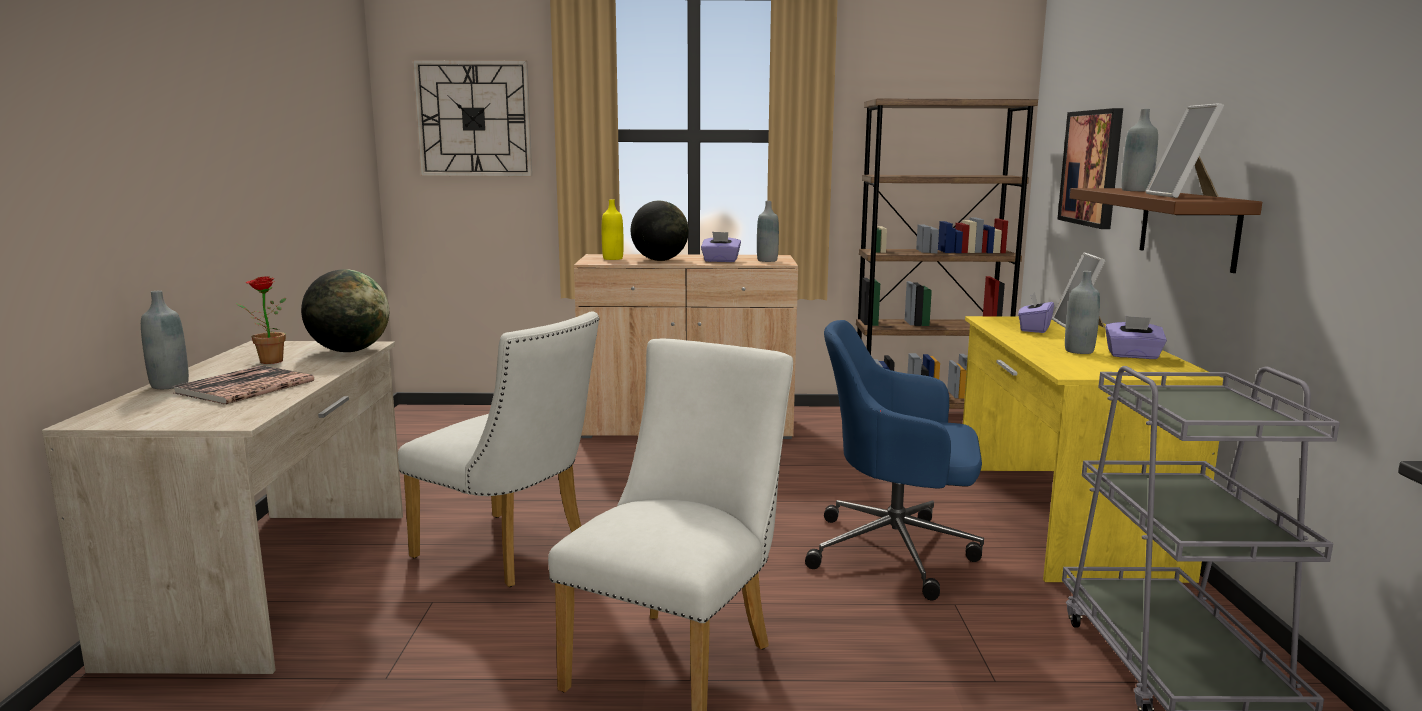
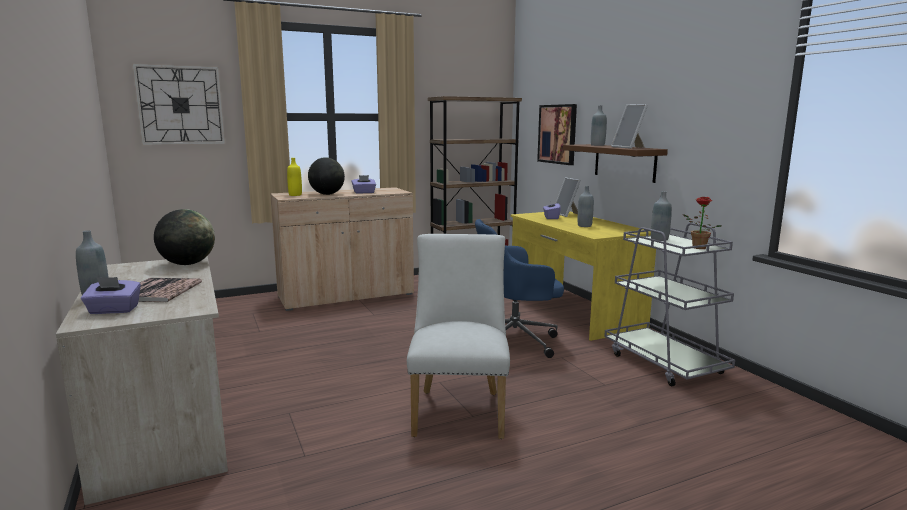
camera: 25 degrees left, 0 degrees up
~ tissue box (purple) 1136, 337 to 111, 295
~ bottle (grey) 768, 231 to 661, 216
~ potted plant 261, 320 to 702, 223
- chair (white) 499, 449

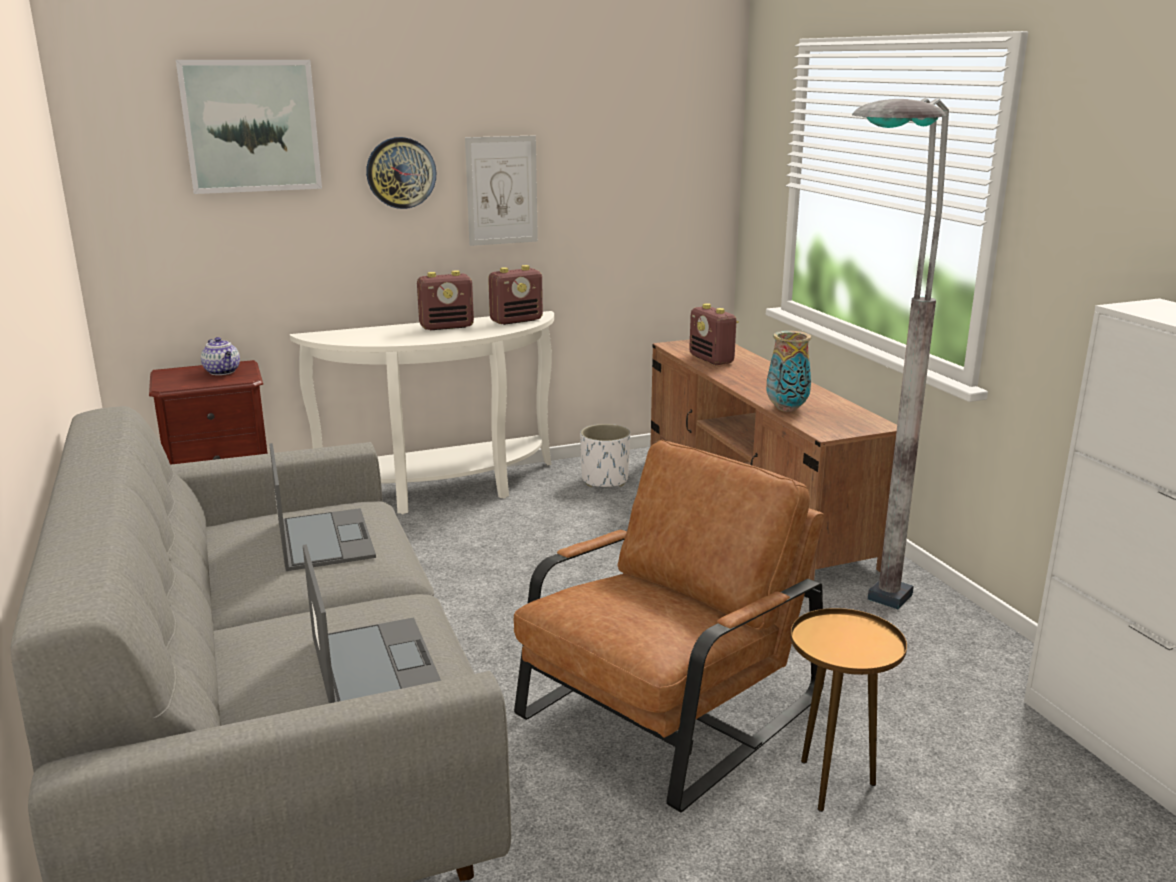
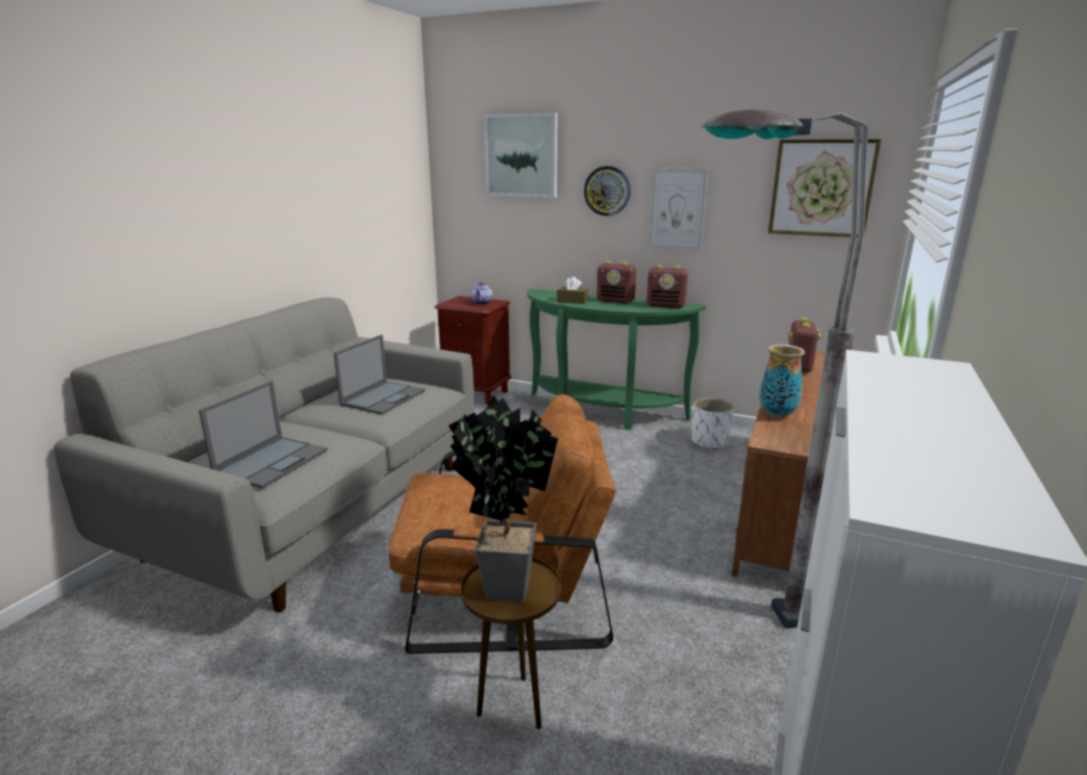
camera: 45 degrees right, 0 degrees up
+ potted plant 503, 498
~ console table (white) 422, 412 to console table (green) 616, 359
+ tissue box (brown) 572, 290
+ picture 824, 188

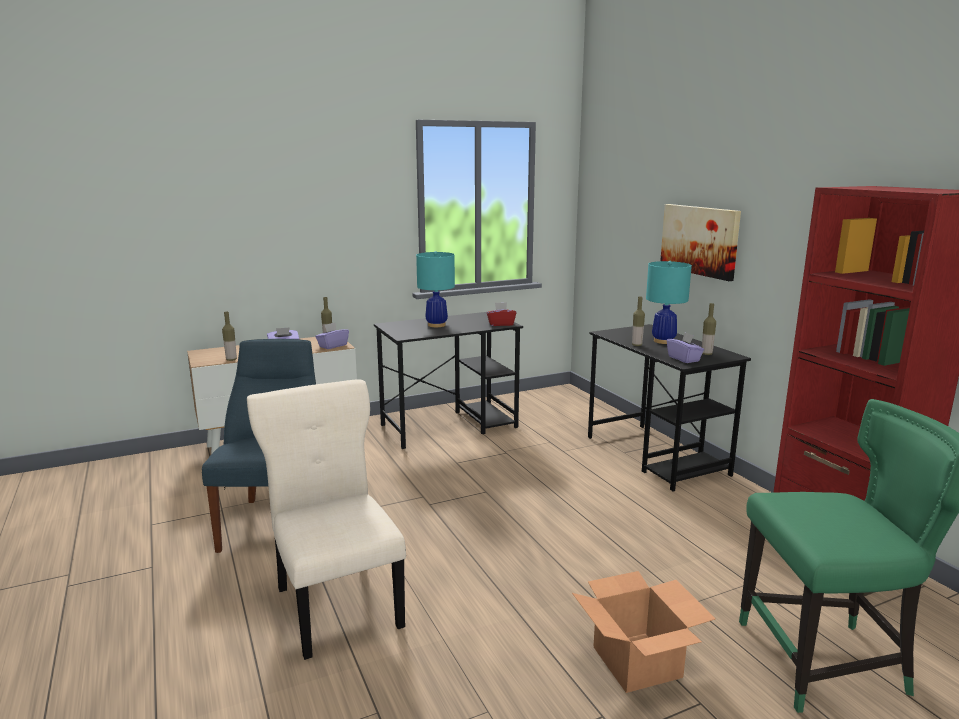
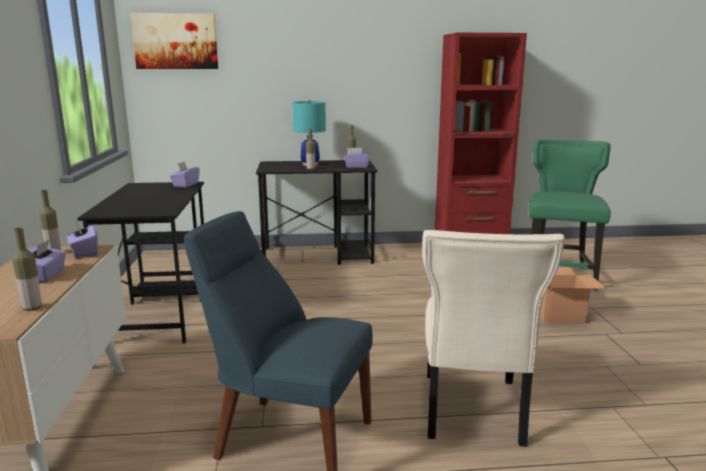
camera: 70 degrees left, 0 degrees up
~ picture 700, 242 to 174, 41
~ tissue box (red) 501, 314 to tissue box (purple) 185, 174
~ chair (beige) 326, 520 = 493, 338 75 degrees counterclockwise
- table lamp (turquoise) 435, 289

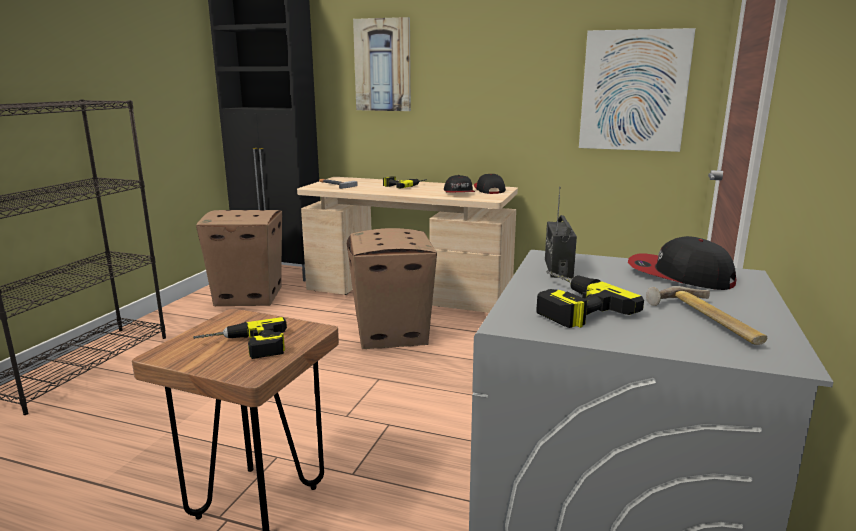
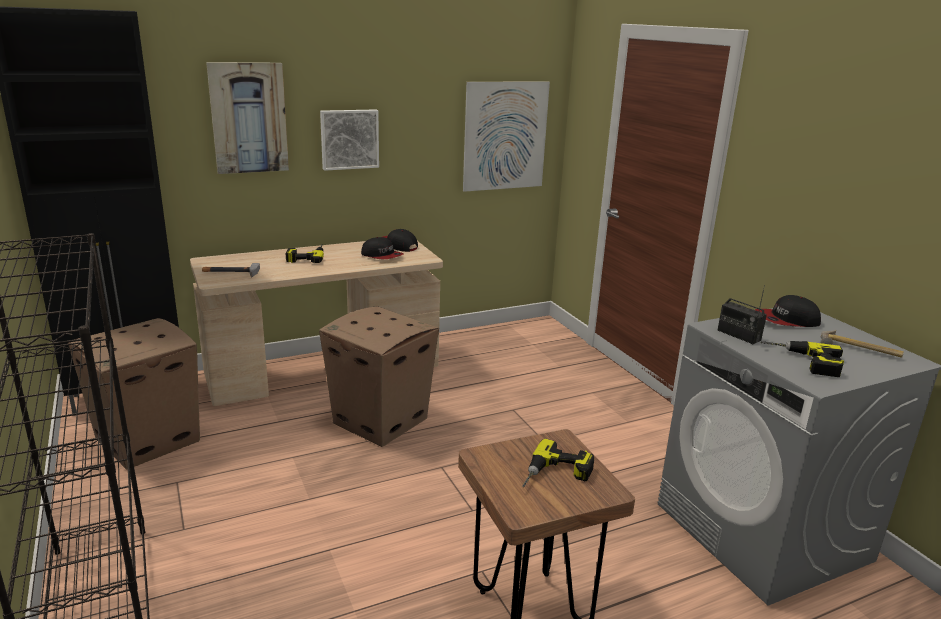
camera: 45 degrees left, 5 degrees up
+ picture 349, 140

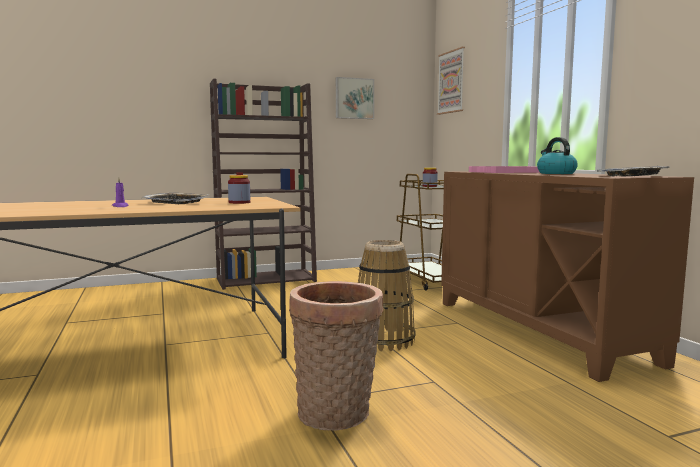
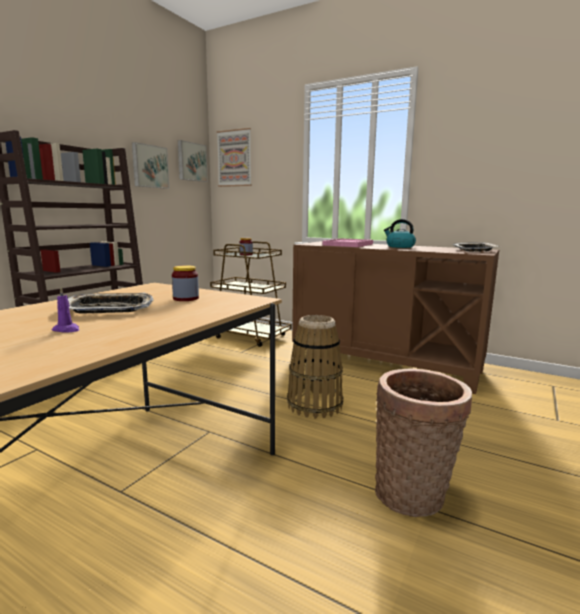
camera: 40 degrees left, 5 degrees up
+ picture 193, 161

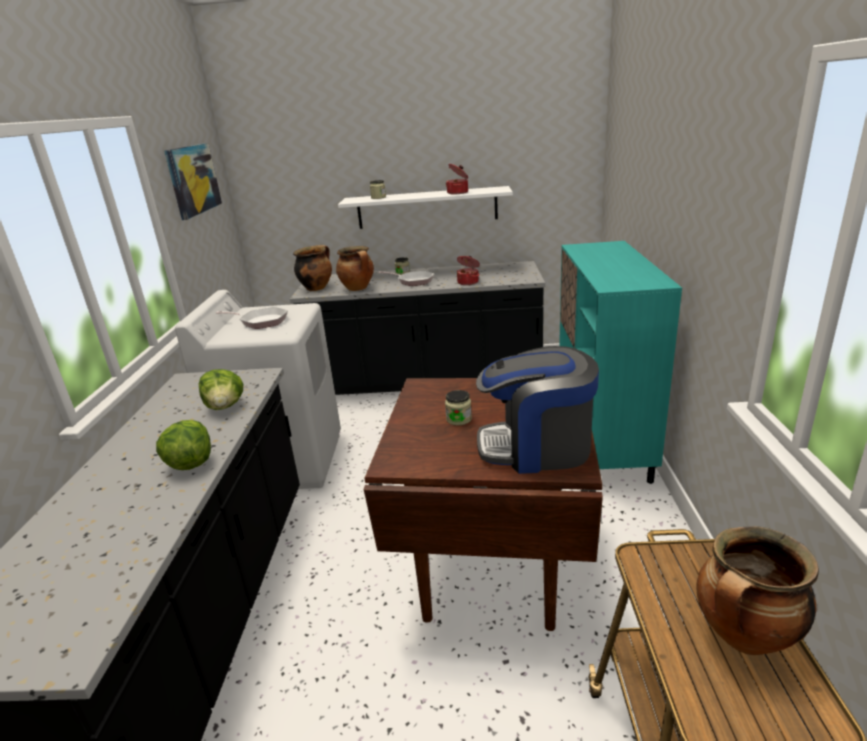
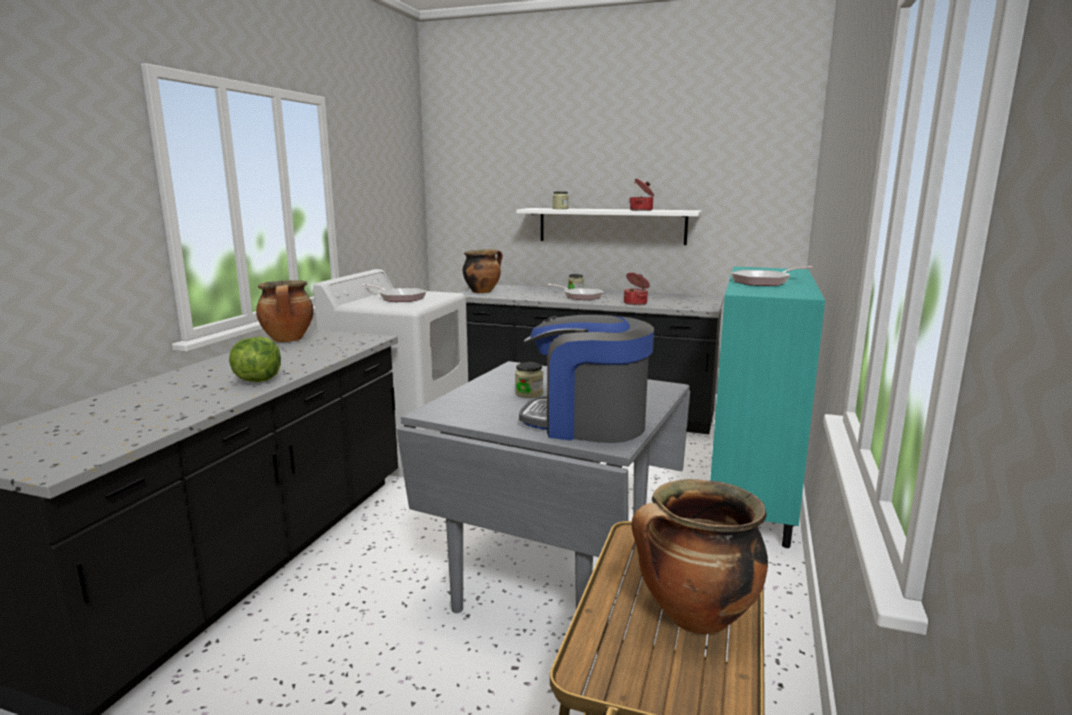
camera: 15 degrees right, 10 degrees down
~ cooking pot 355, 268 to 285, 311
~ dining table (brown) 483, 504 to dining table (grey) 543, 487
+ frying pan 772, 276
- picture 193, 181
- lettuce 221, 389

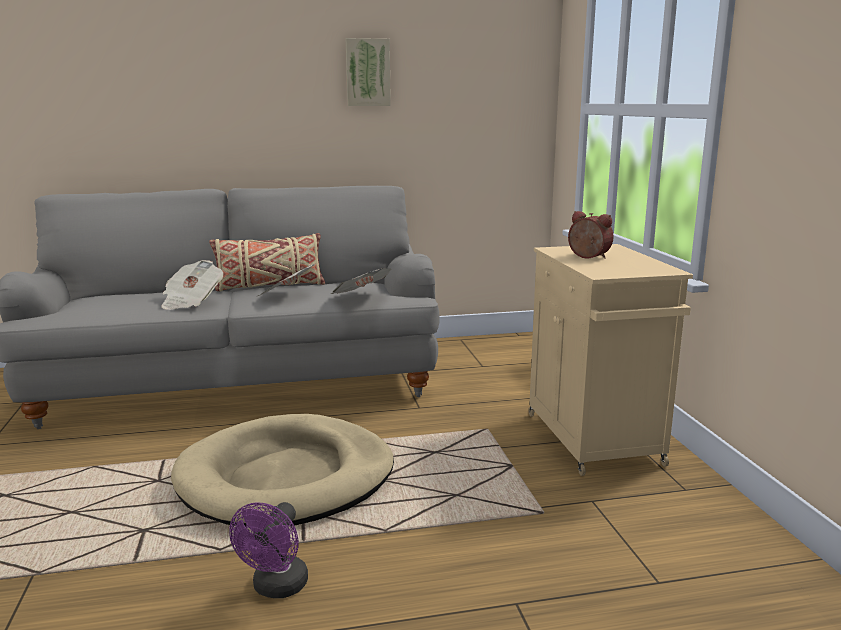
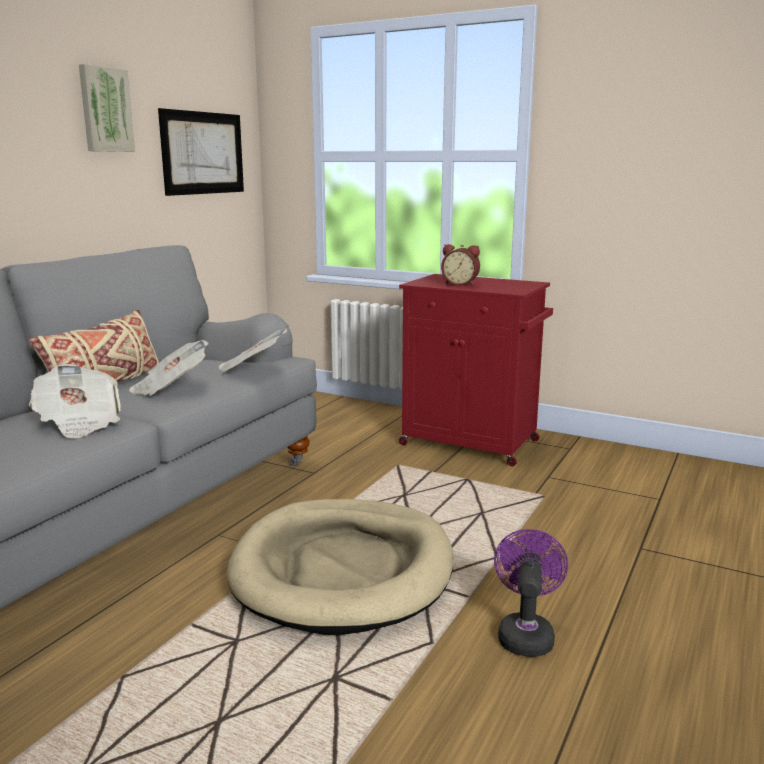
camera: 50 degrees left, 0 degrees up
+ picture 201, 152
~ cabinet (beige) 610, 360 to cabinet (red) 476, 370
~ alarm clock 591, 235 = 460, 265 150 degrees counterclockwise
~ fan (purple) 268, 550 = 531, 593 135 degrees counterclockwise

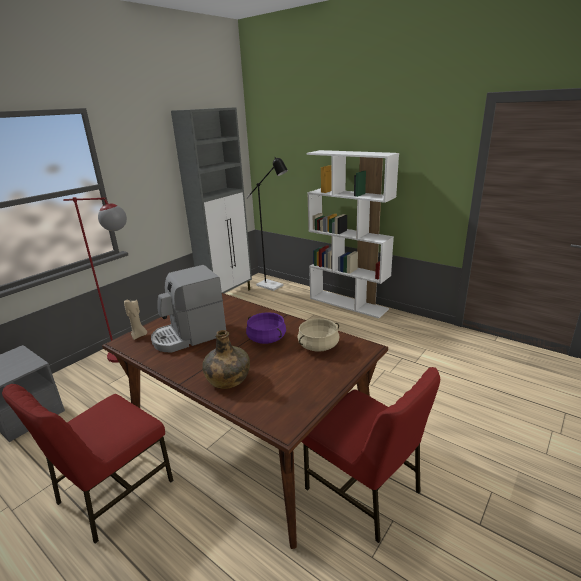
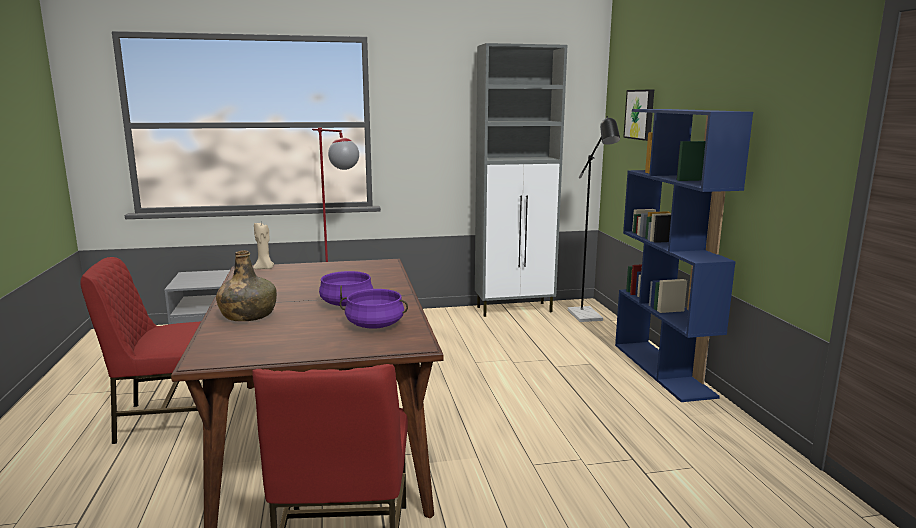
camera: 40 degrees right, 10 degrees down
~ cooking pot (beige) 318, 335 to cooking pot (purple) 374, 309
~ bookcase (white) 352, 234 to bookcase (blue) 684, 255
+ picture 638, 115
- coffee machine 188, 309

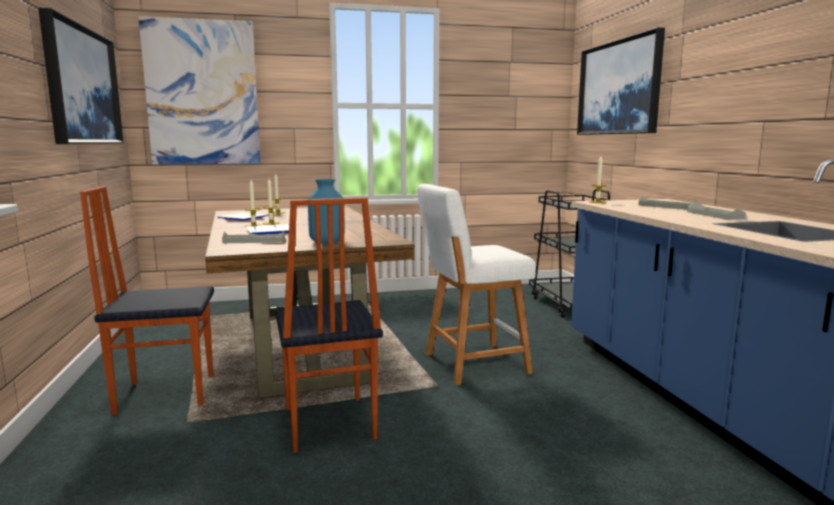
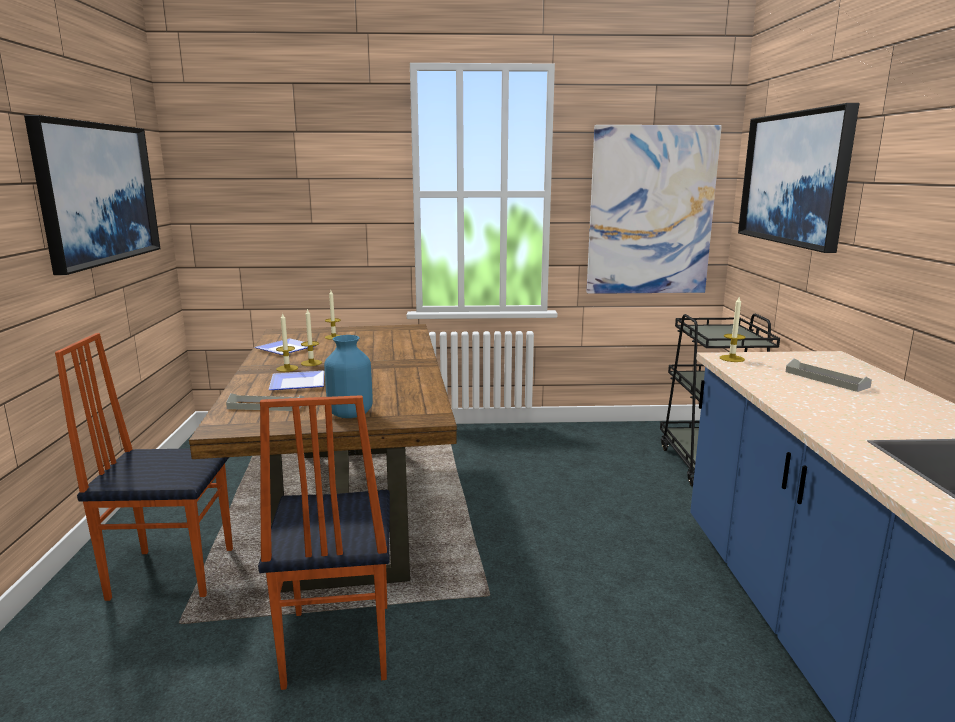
camera: 10 degrees right, 5 degrees up
~ picture 199, 90 to 654, 209
- stool (white) 476, 284
- tray (grey) 716, 211

